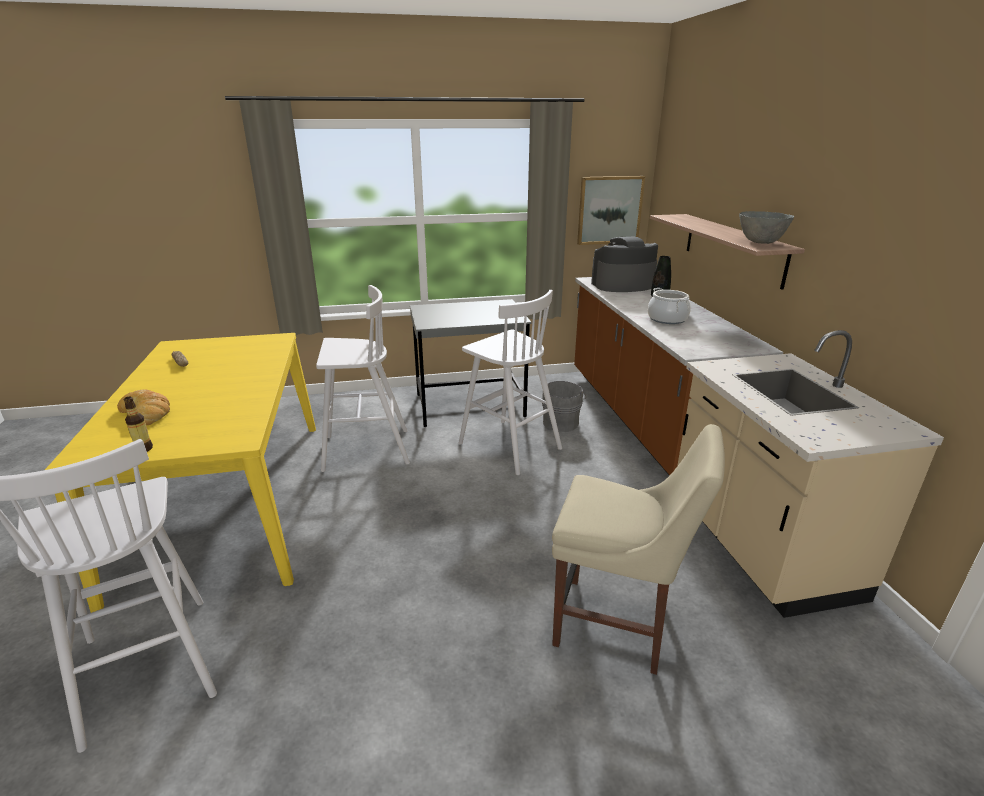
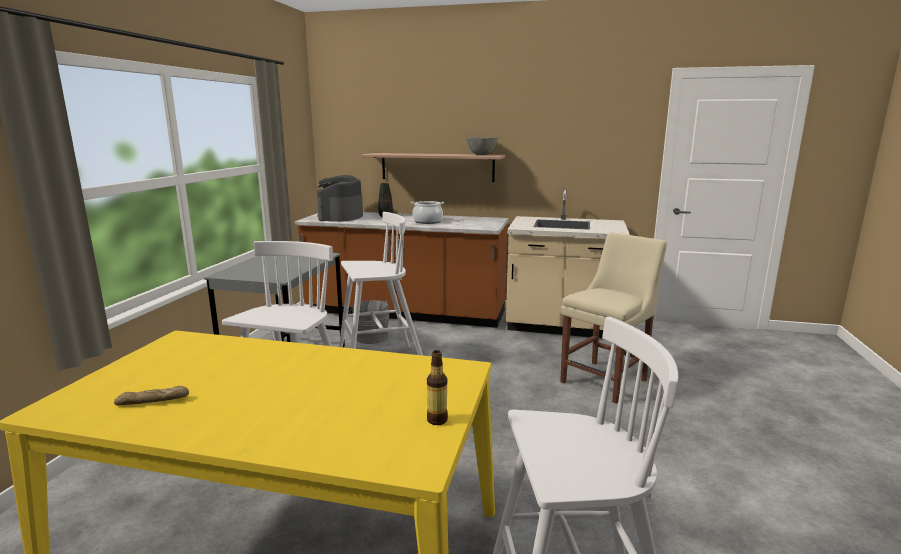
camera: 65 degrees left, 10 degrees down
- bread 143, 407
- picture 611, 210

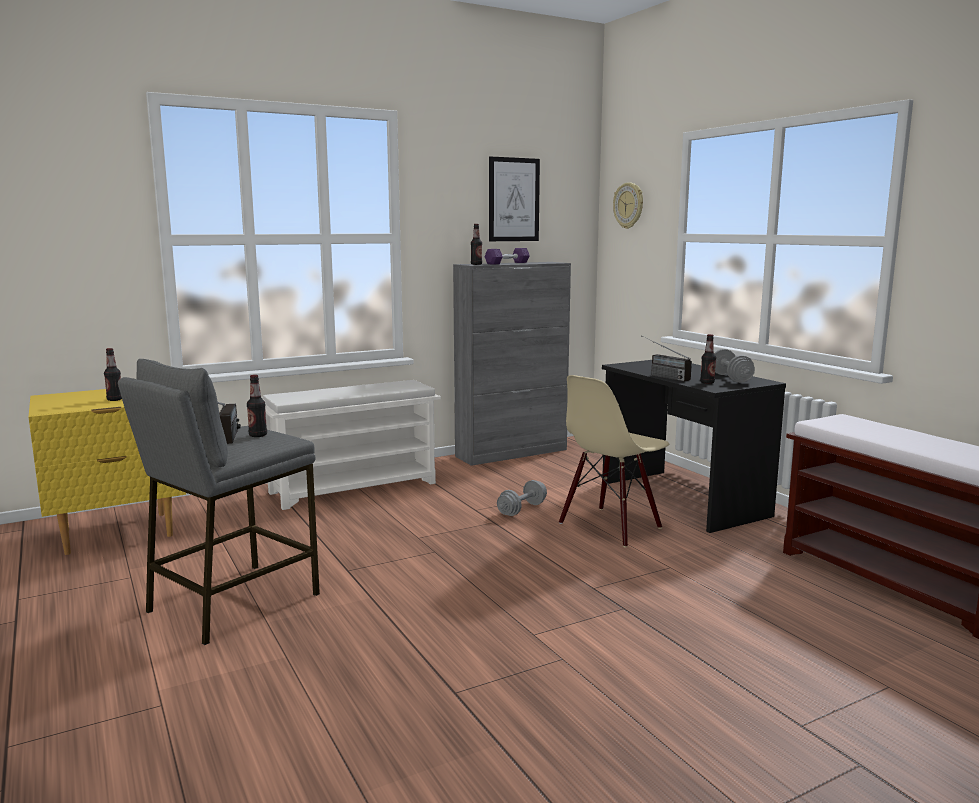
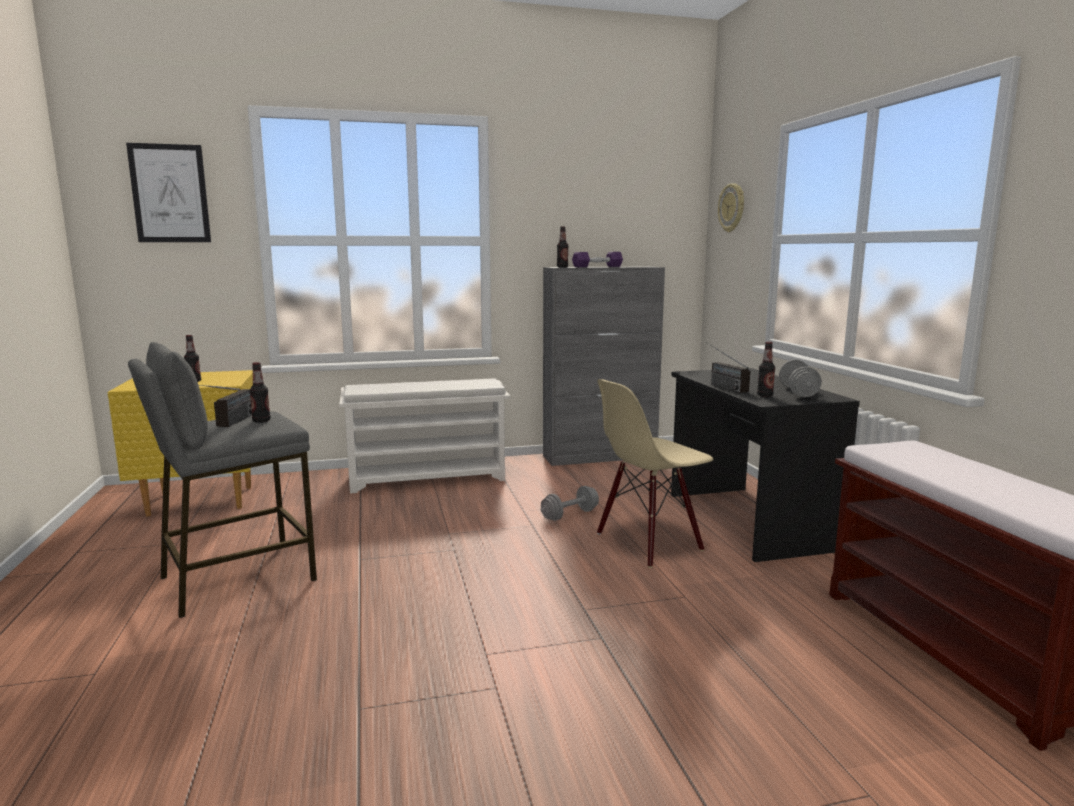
camera: 15 degrees right, 0 degrees up
~ picture 514, 199 to 168, 192

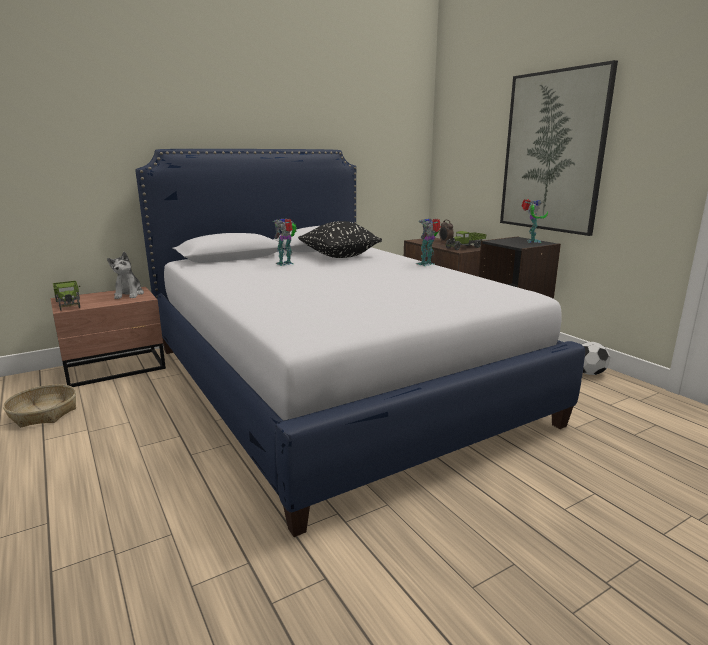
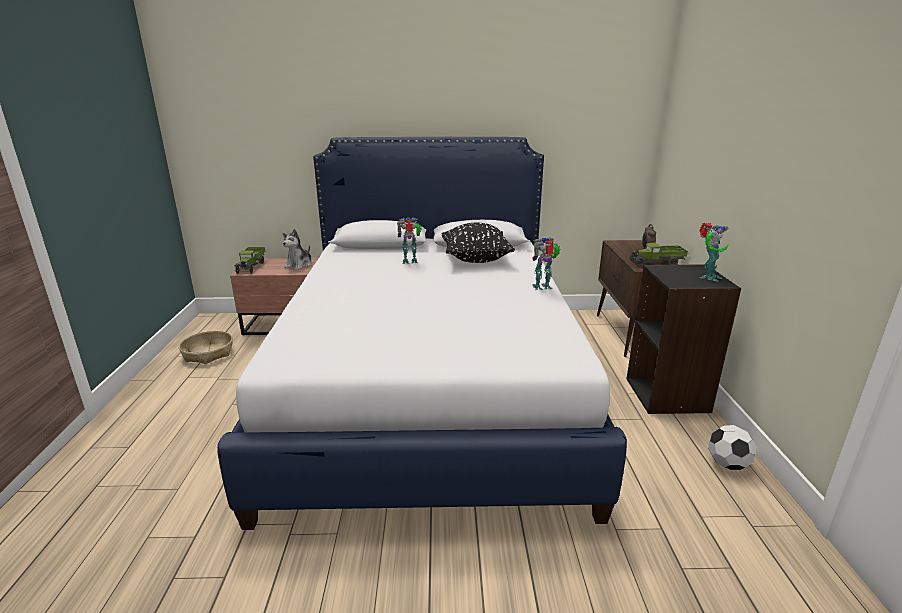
camera: 30 degrees right, 5 degrees up
- picture 559, 148

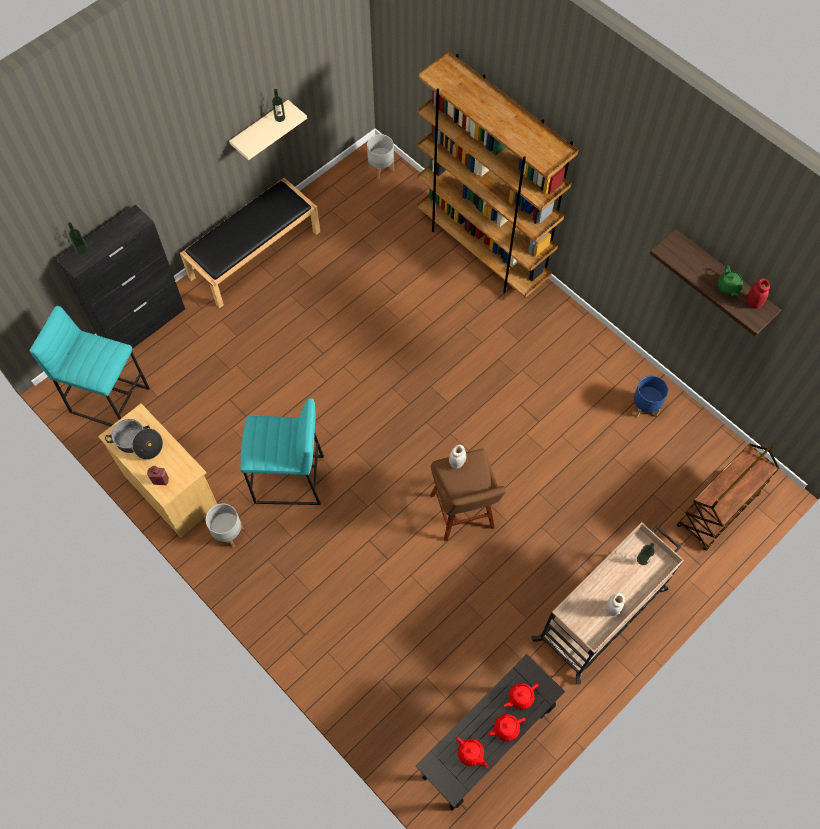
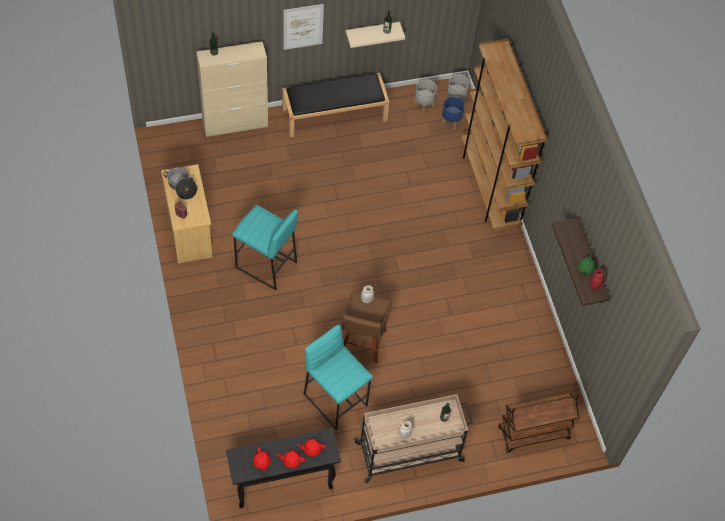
camera: 25 degrees right, 5 degrees down
~ cabinet (black) 121, 276 to cabinet (beige) 232, 89
+ picture 303, 27
~ stool (turquoise) 90, 366 to 338, 377
~ planter (grey) 225, 525 to 425, 96
~ planter (blue) 650, 397 to 453, 113

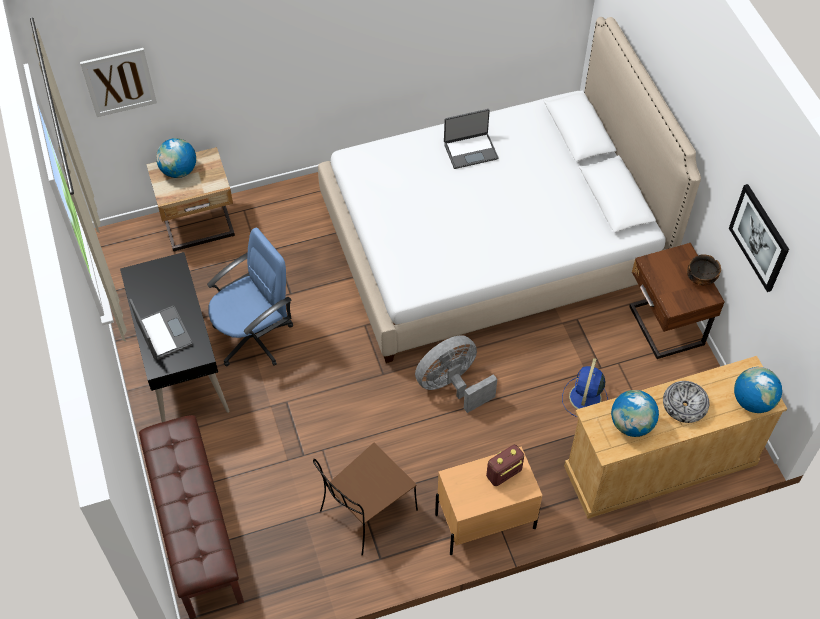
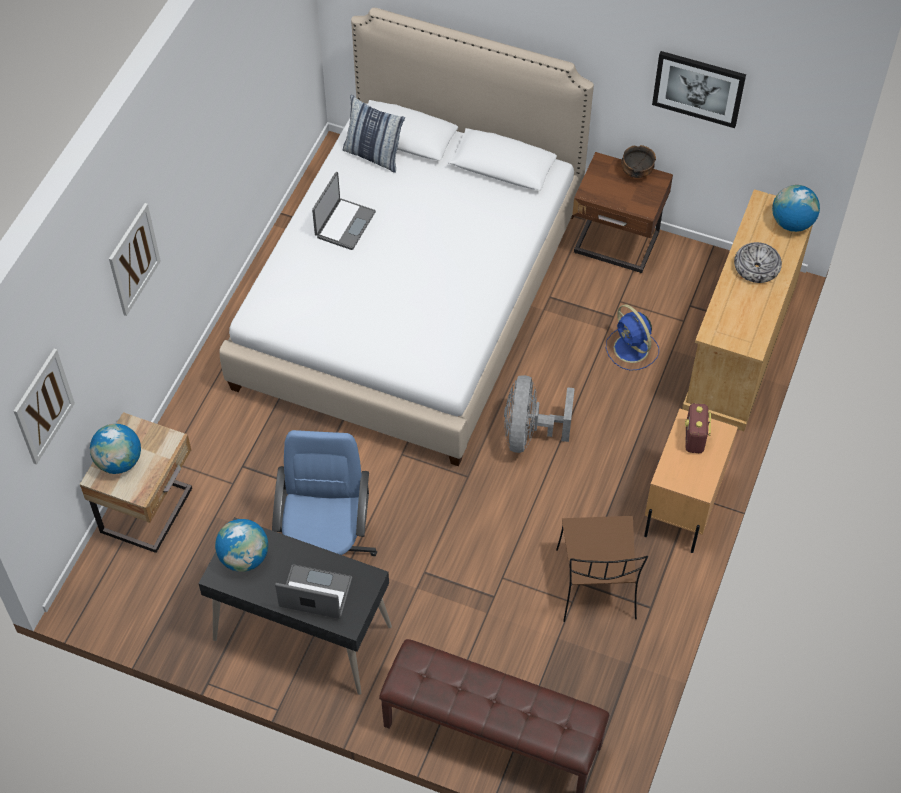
camera: 50 degrees left, 0 degrees up
+ picture 135, 259
~ globe 635, 413 to 241, 545
+ pillow 373, 134

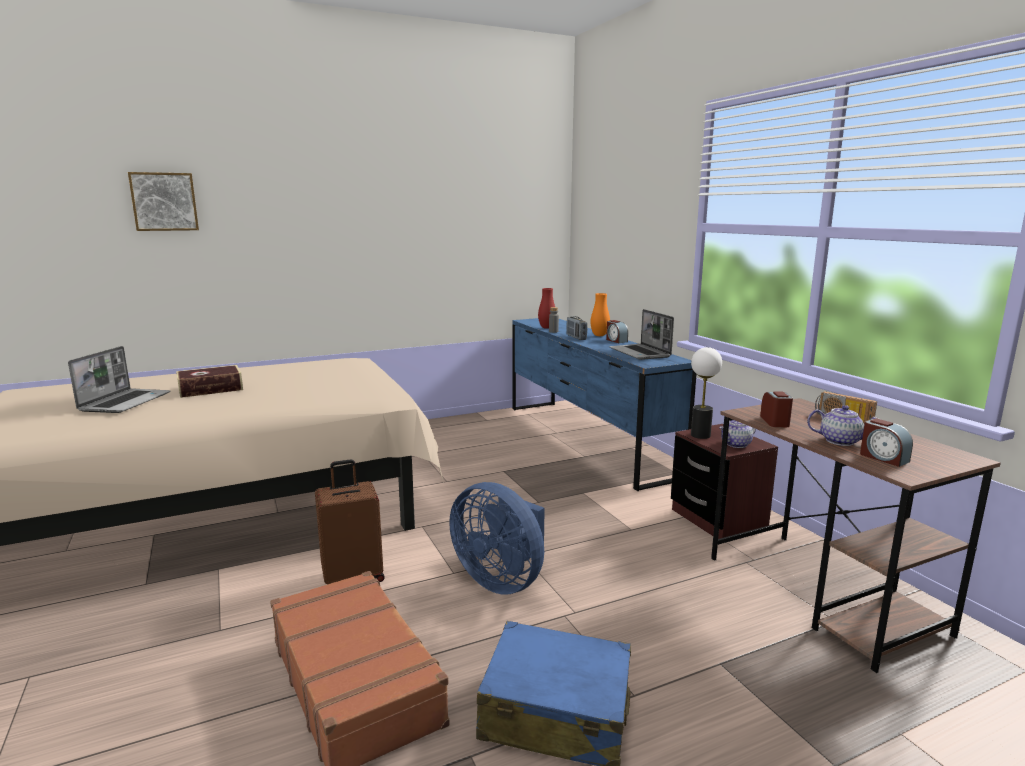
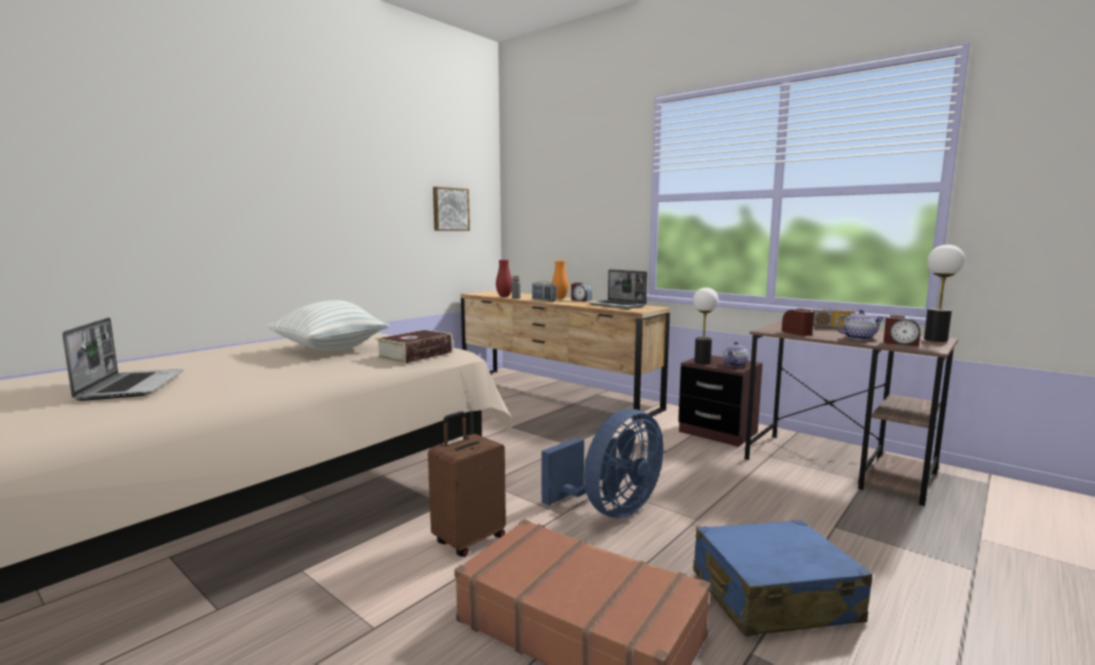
camera: 25 degrees left, 5 degrees down
+ pillow 328, 325
~ book 209, 381 to 414, 346
~ picture 163, 201 to 451, 209
~ dresser (blue) 604, 404 to dresser (brown) 565, 356
~ fan (blue) 497, 538 = 602, 463 60 degrees counterclockwise
+ table lamp 944, 293

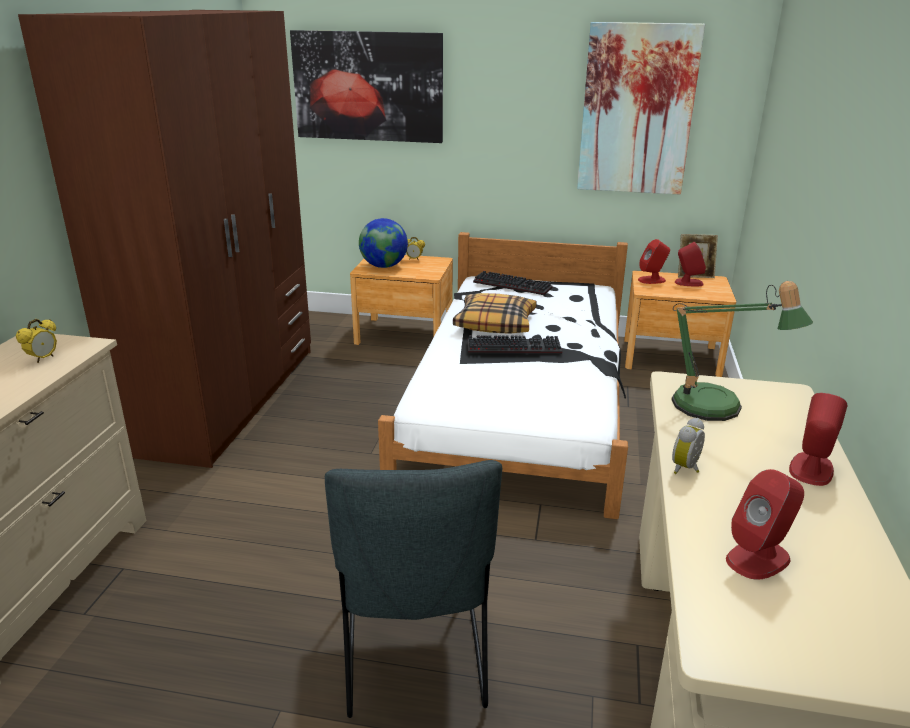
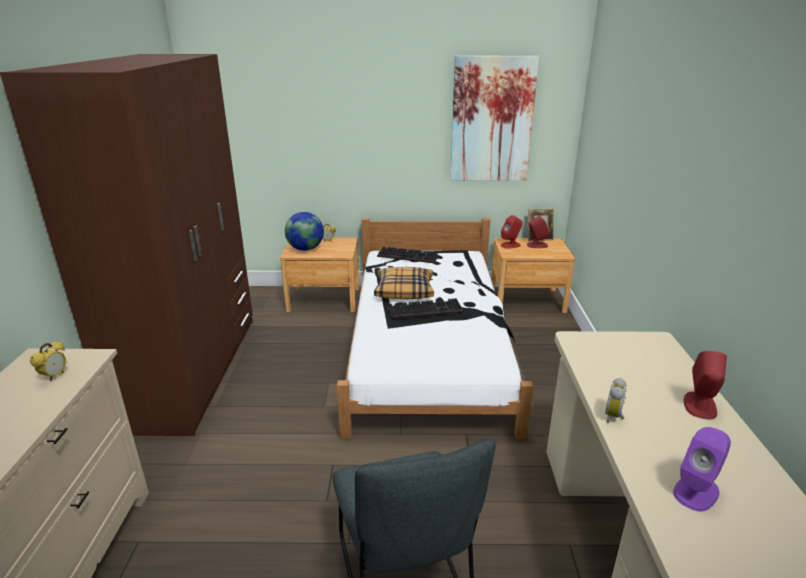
camera: 10 degrees left, 0 degrees up
~ speaker (red) 765, 524 to speaker (purple) 702, 469
- picture 366, 86
- table lamp 742, 351

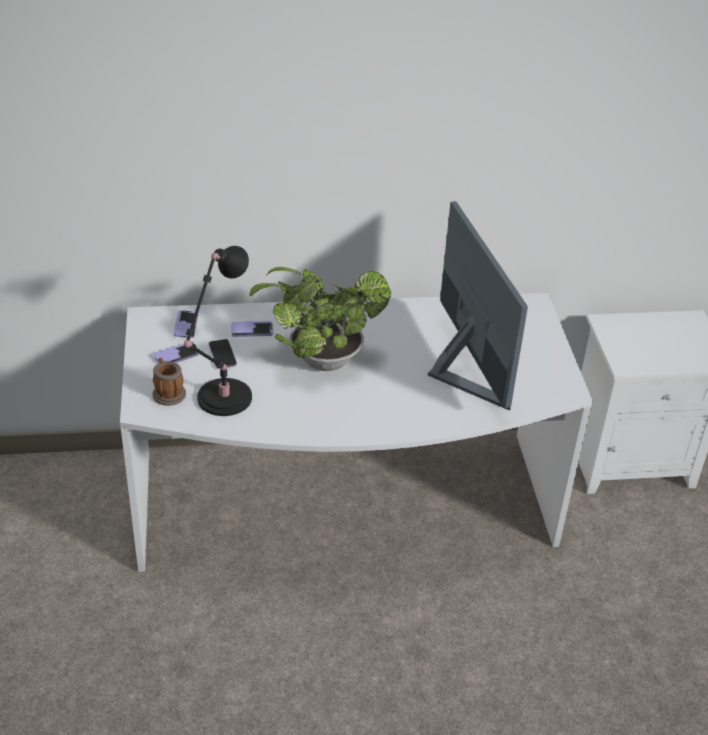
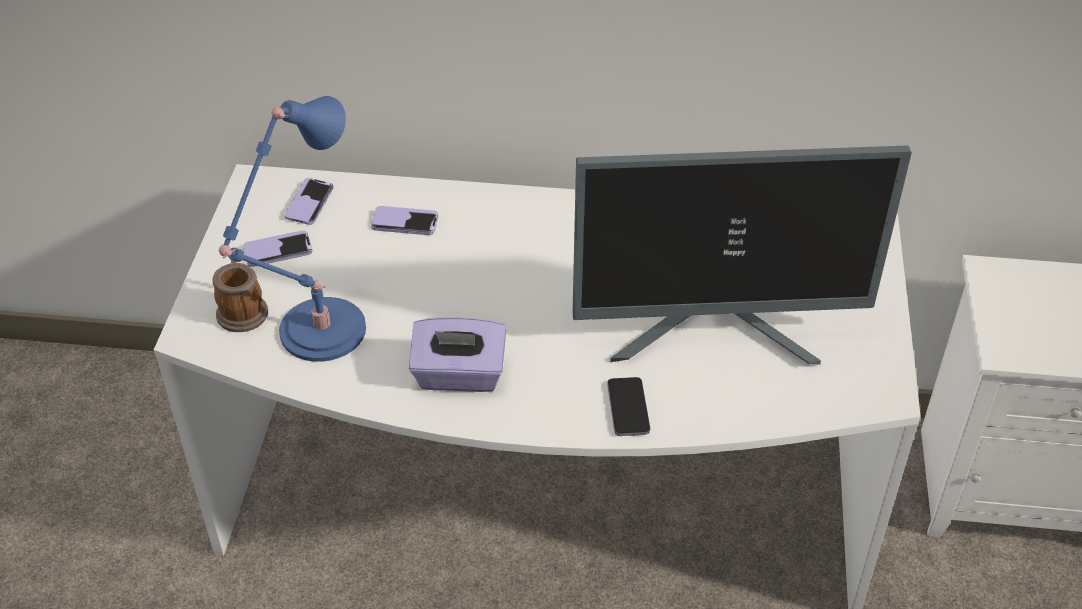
camera: 15 degrees right, 5 degrees up
~ table lamp (black) 218, 331 to table lamp (blue) 292, 229
+ tissue box (purple) 457, 354
~ monitor 478, 306 = 742, 255 90 degrees clockwise
~ phone 223, 354 to 628, 406
- potted plant 320, 319

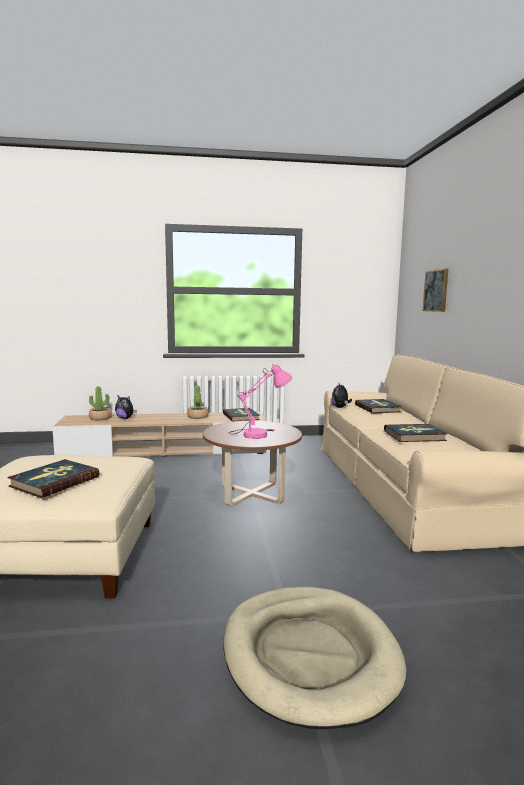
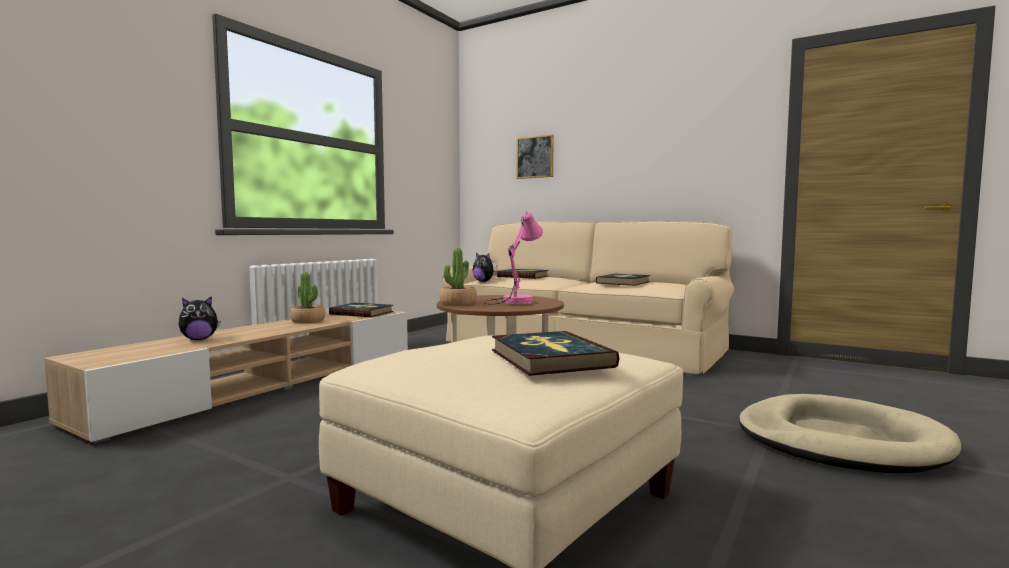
camera: 50 degrees left, 5 degrees down
~ potted plant 100, 403 to 458, 277

